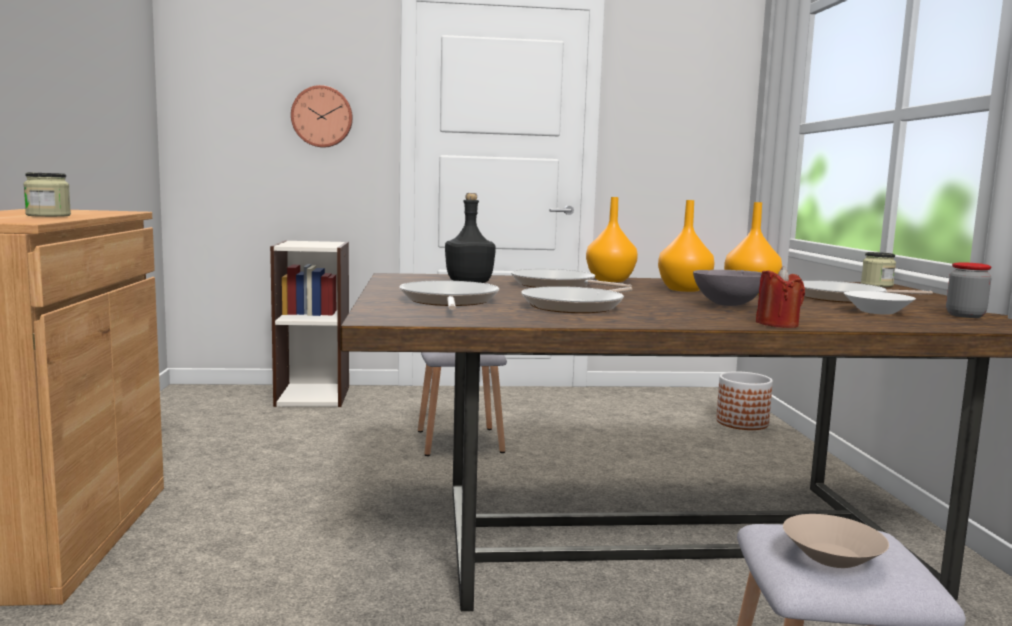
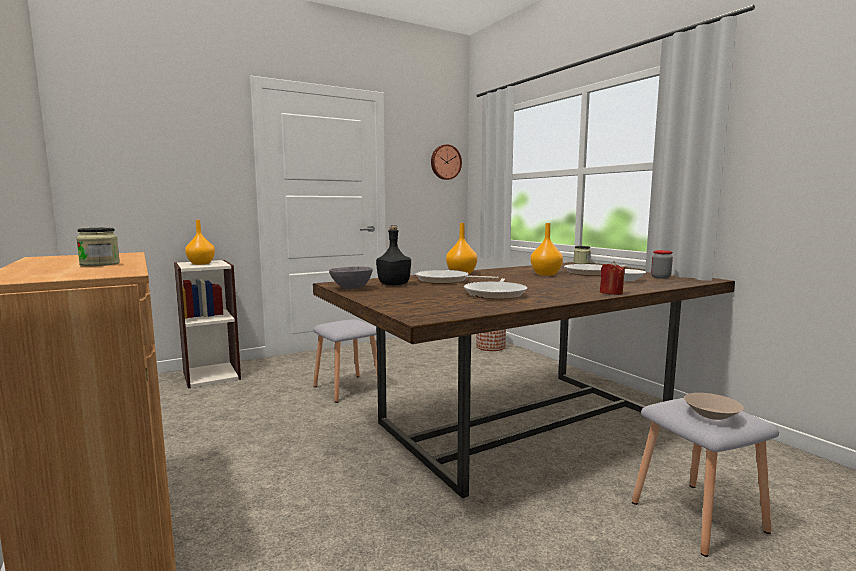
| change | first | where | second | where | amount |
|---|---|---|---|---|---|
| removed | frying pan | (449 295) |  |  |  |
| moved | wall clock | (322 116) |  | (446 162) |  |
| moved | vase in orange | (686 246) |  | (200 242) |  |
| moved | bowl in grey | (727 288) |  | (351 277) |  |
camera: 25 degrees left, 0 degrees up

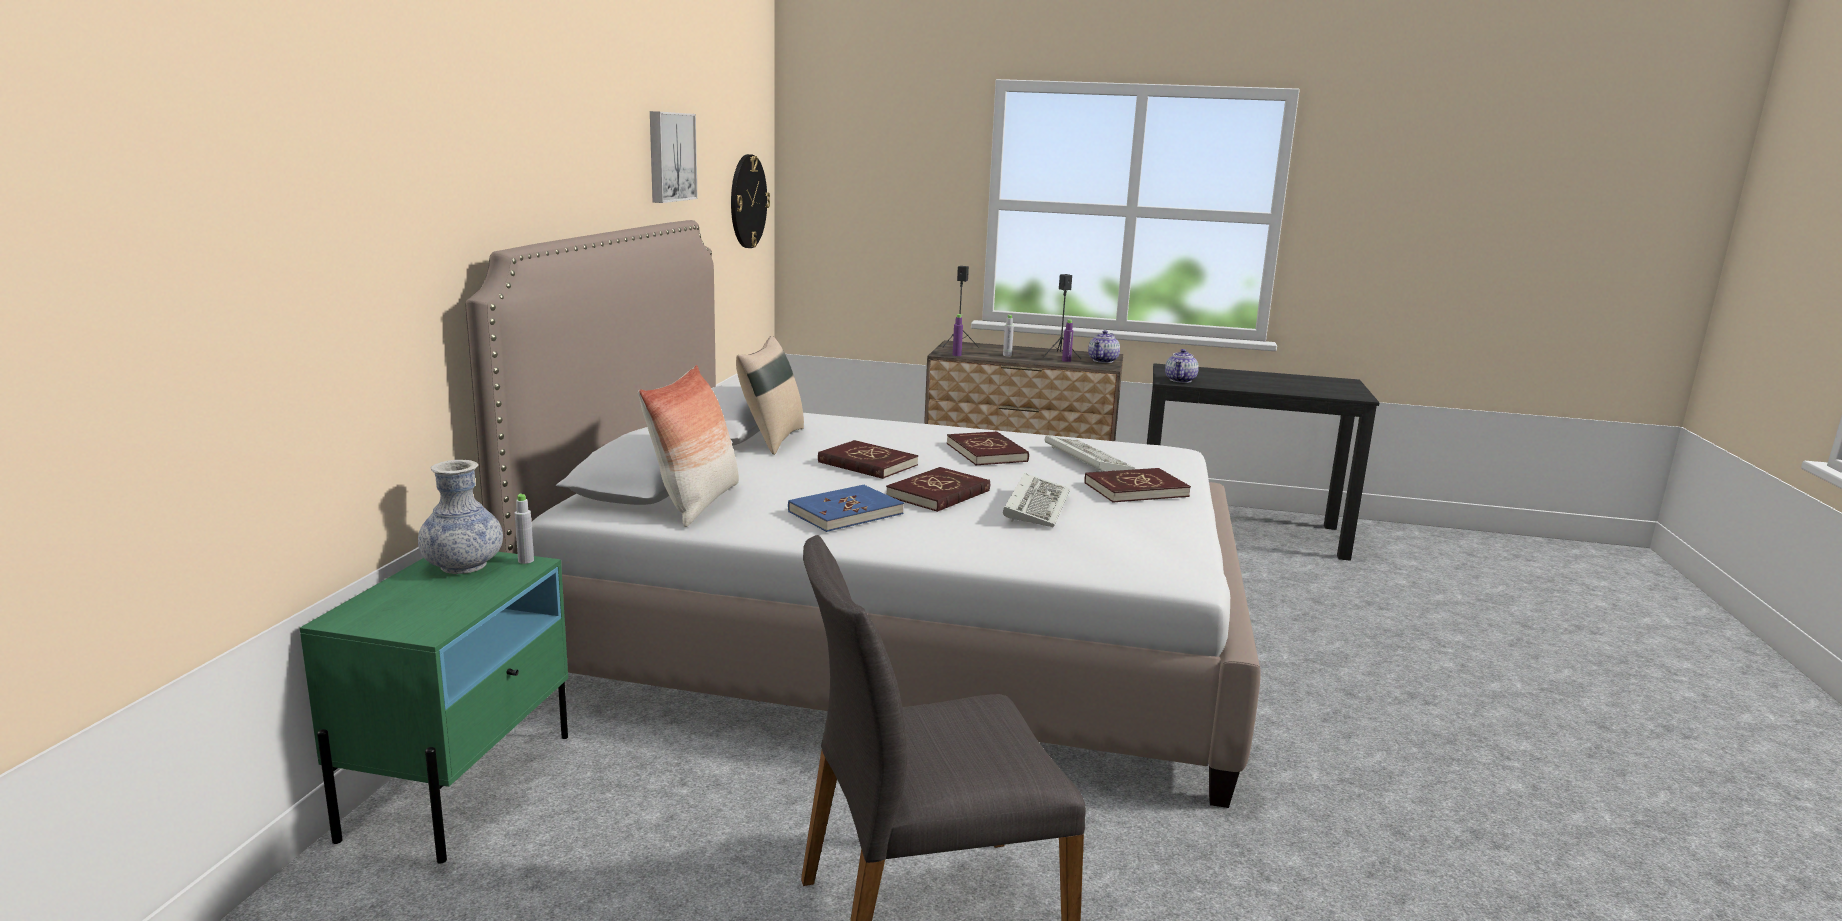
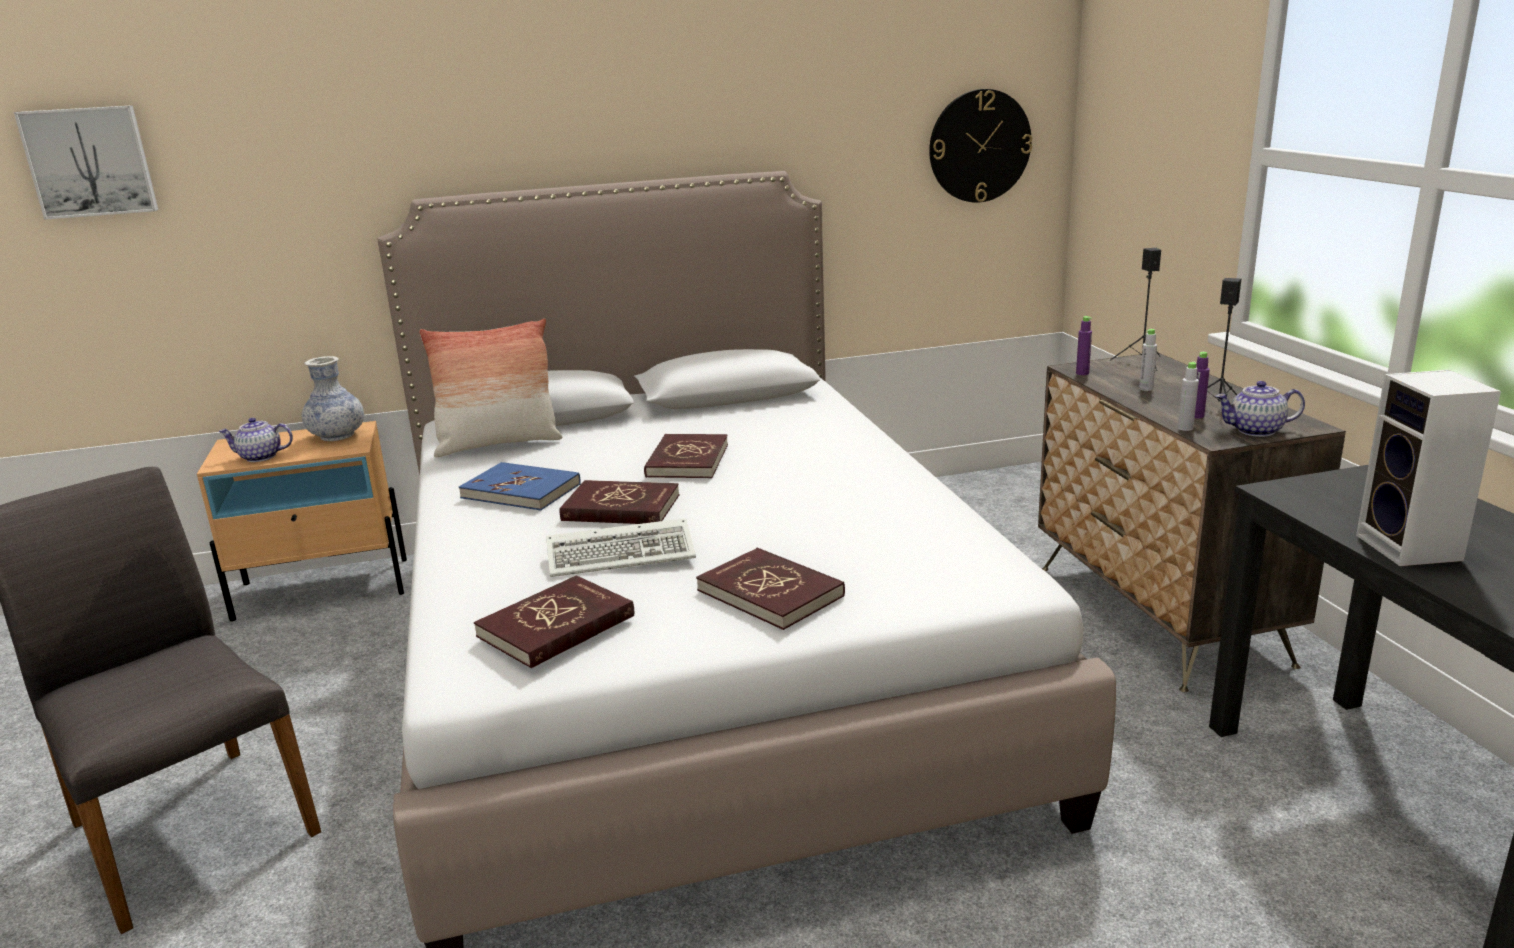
| change | first | where | second | where | amount |
|---|---|---|---|---|---|
| removed | pillow in beige | (770 395) |  |  |  |
| removed | keyboard | (1090 453) |  |  |  |
| added |  |  | speaker | (1428 468) |  |
| moved | bottle in grey | (524 528) |  | (1188 396) |  |
| moved | picture | (674 157) |  | (86 162) |  |
| moved | book in red | (988 448) |  | (554 621) |  |
| moved | teapot | (1182 366) |  | (255 440) |  |
| recoloured | nightstand in green | (434 708) | nightstand in beige | (302 521) |  |
camera: 65 degrees right, 5 degrees up

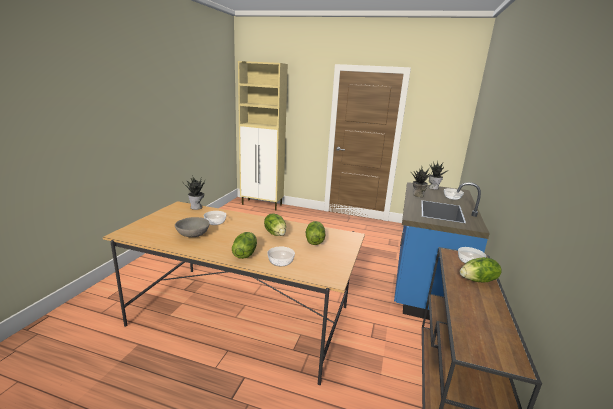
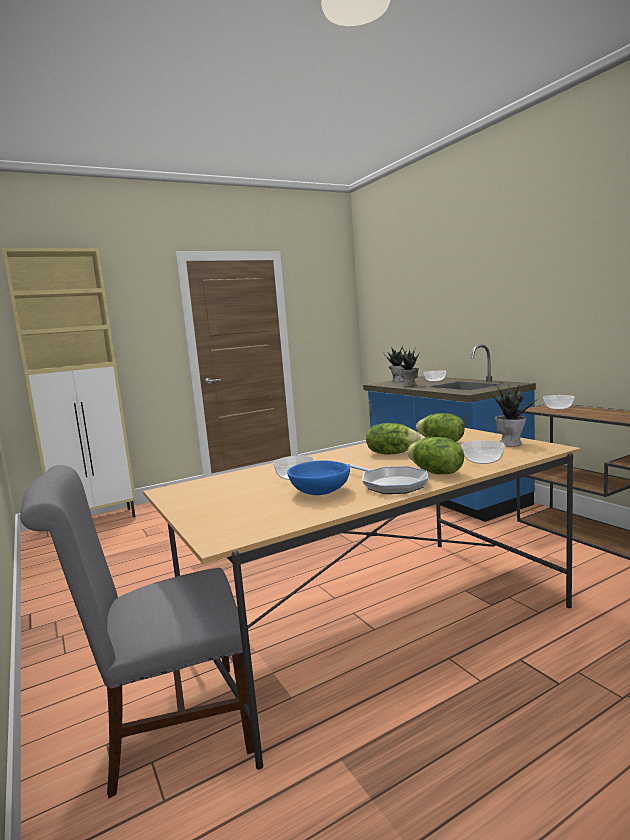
| change | first | where | second | where | amount |
|---|---|---|---|---|---|
| removed | lettuce | (481 270) |  |  |  |
| added |  |  | chair in grey | (137 631) |  |
| added |  |  | frying pan | (387 479) |  |
| moved | potted plant | (194 192) |  | (514 416) |  |
| recoloured | bowl in grey | (192 227) | bowl in blue | (318 477) |  |
camera: 45 degrees left, 10 degrees down

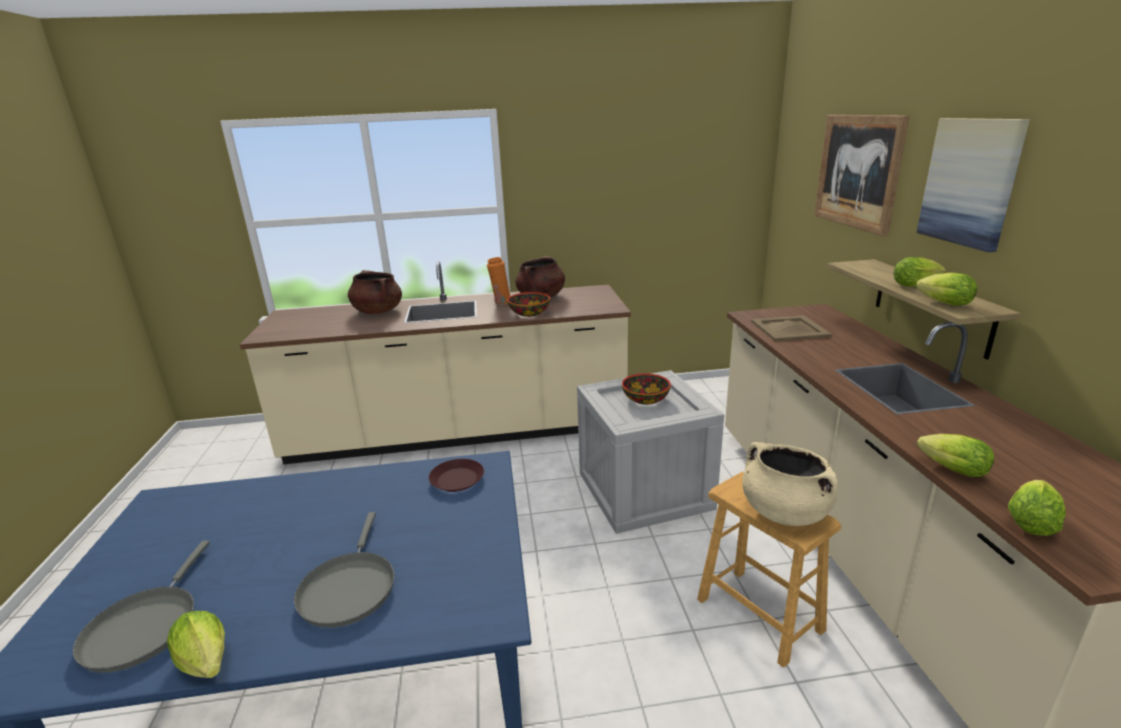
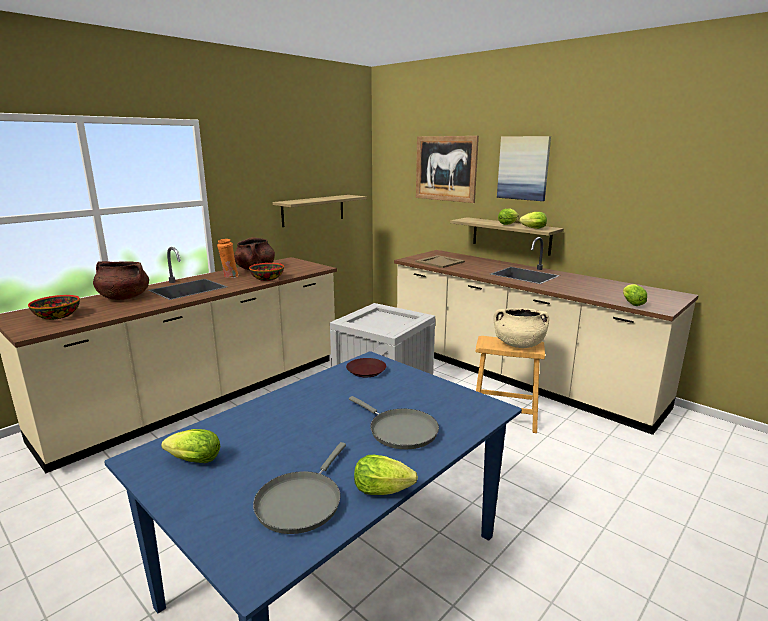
| change | first | where | second | where | amount |
|---|---|---|---|---|---|
| added |  |  | shelf | (320 211) |  |
| moved | bowl | (646 389) |  | (54 307) |  |
| moved | lettuce | (955 455) |  | (190 446) |  |
| turned | frying pan in grey | (141 607) |  | (299 488) | 60 degrees clockwise |
camera: 40 degrees left, 5 degrees down

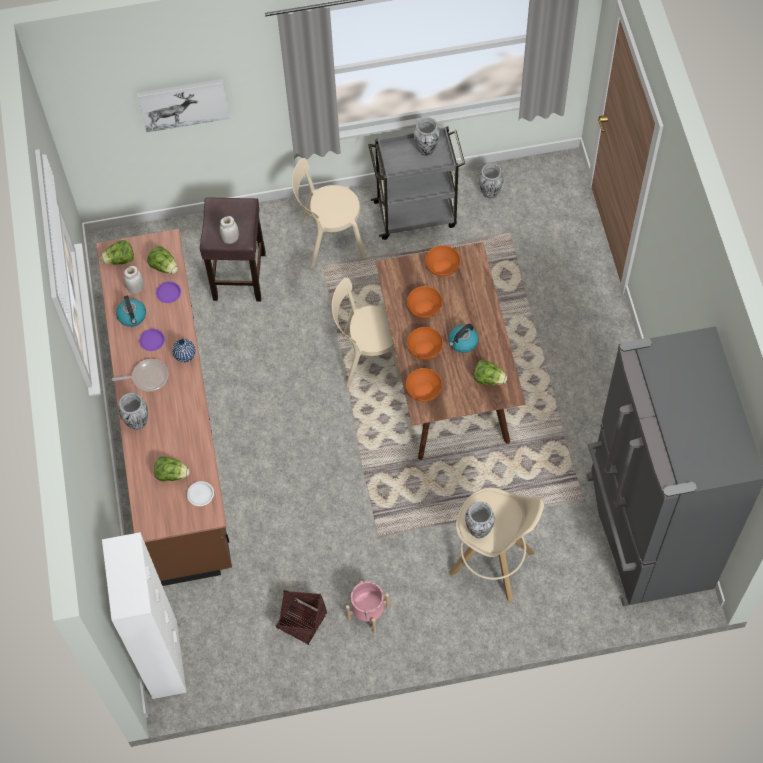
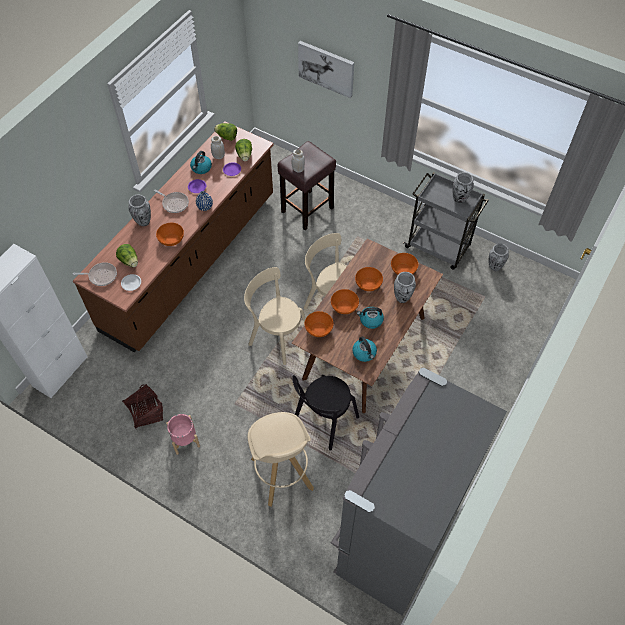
| change | first | where | second | where | amount |
|---|---|---|---|---|---|
| added |  |  | frying pan | (95 274) |  |
| added |  |  | bowl in orange | (170 234) |  |
| added |  |  | chair in black | (325 413) |  |
| moved | chair in beige | (329 212) |  | (275 316) |  |
| moved | vase | (480 520) |  | (405 287) |  |
| replaced | lettuce | (490 372) | kettle | (364 349) |  |
camera: 40 degrees right, 5 degrees down

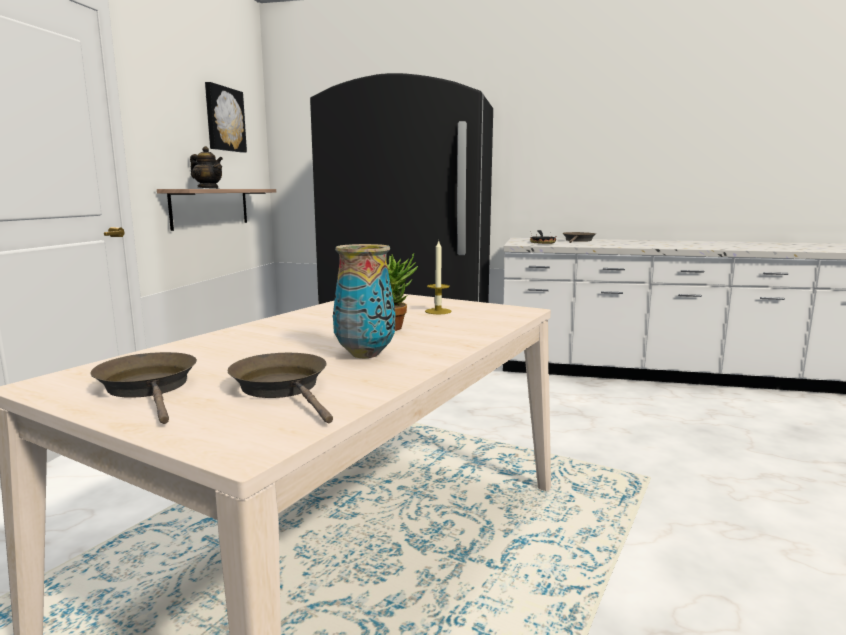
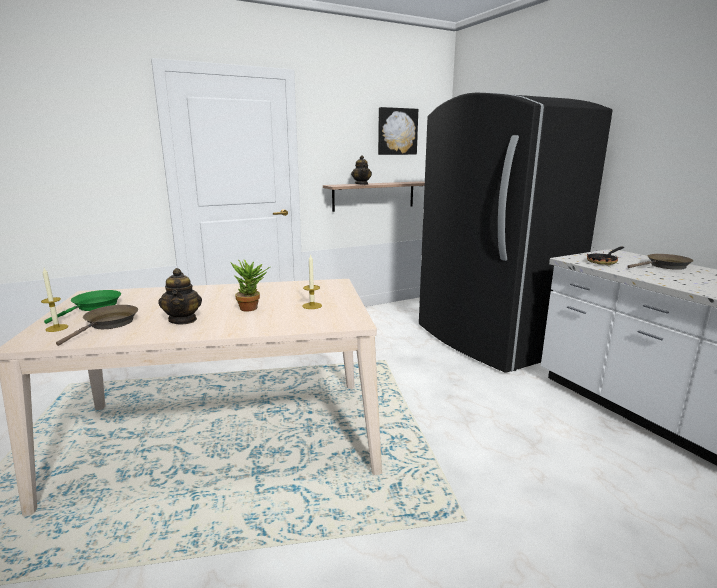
| change | first | where | second | where | amount |
|---|---|---|---|---|---|
| added |  |  | candle | (54 300) |  |
| replaced | vase | (364 301) | teapot | (180 296) |  |
| recoloured | frying pan in brown | (143 388) | frying pan in green | (82 307) |  |
camera: 50 degrees right, 5 degrees up

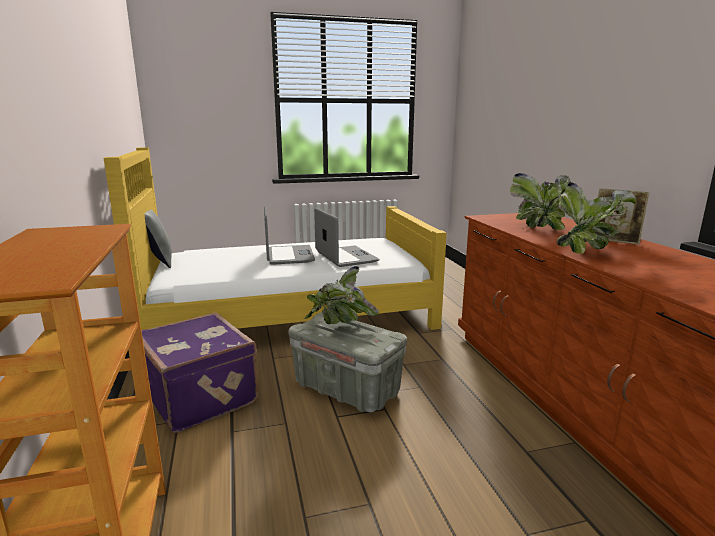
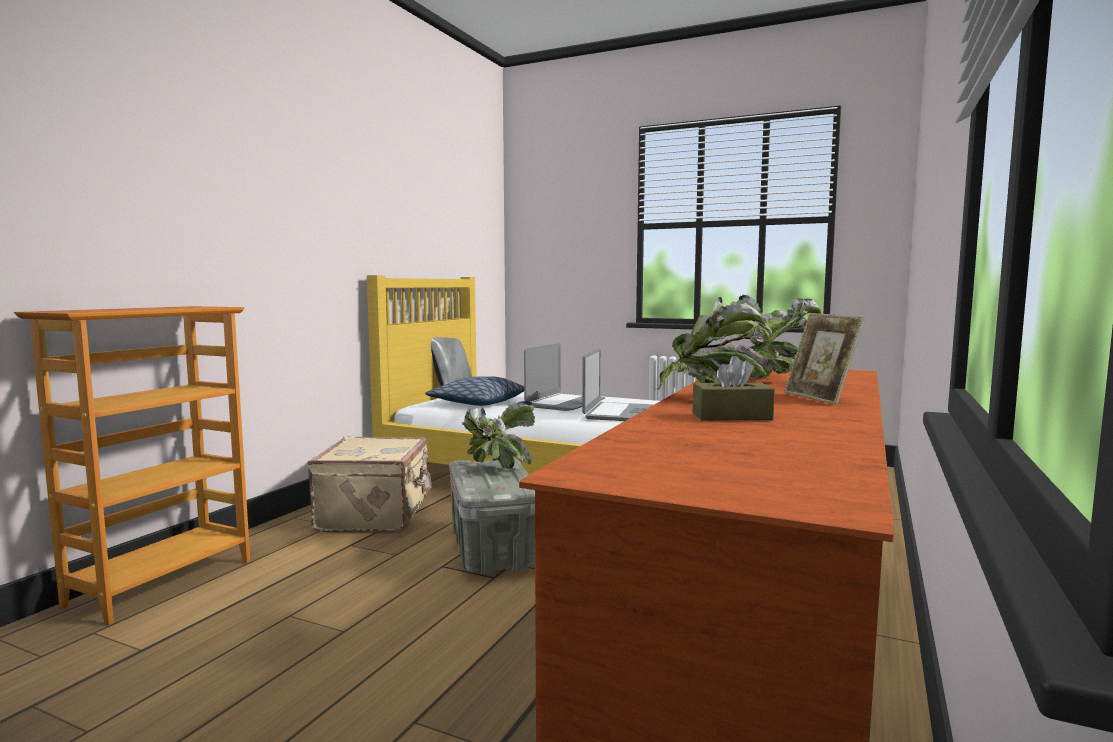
| change | first | where | second | where | amount |
|---|---|---|---|---|---|
| added |  |  | pillow | (474 391) |  |
| added |  |  | tissue box in brown | (734 388) |  |
| recoloured | suitcase in purple | (199 372) | suitcase in beige | (369 484) |  |
camera: 40 degrees right, 10 degrees down

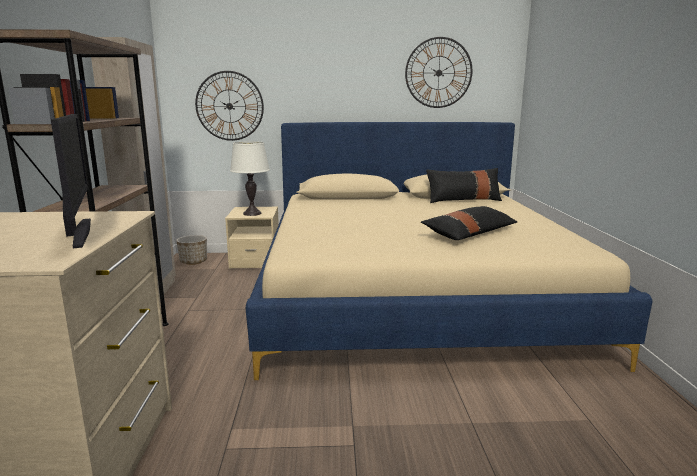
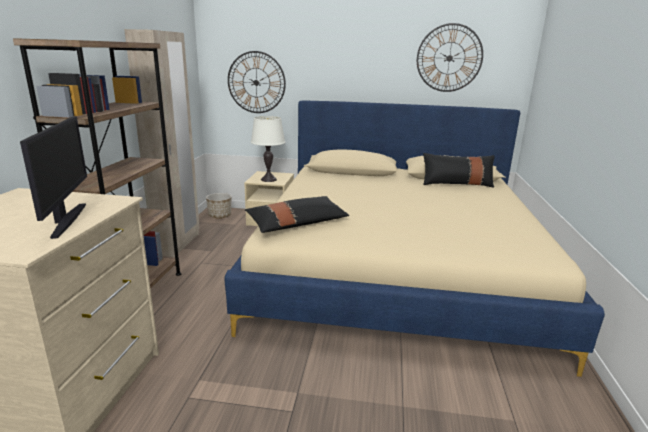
| change | first | where | second | where | amount |
|---|---|---|---|---|---|
| moved | pillow in black | (469 223) |  | (297 214) |  |
camera: 10 degrees right, 5 degrees up

